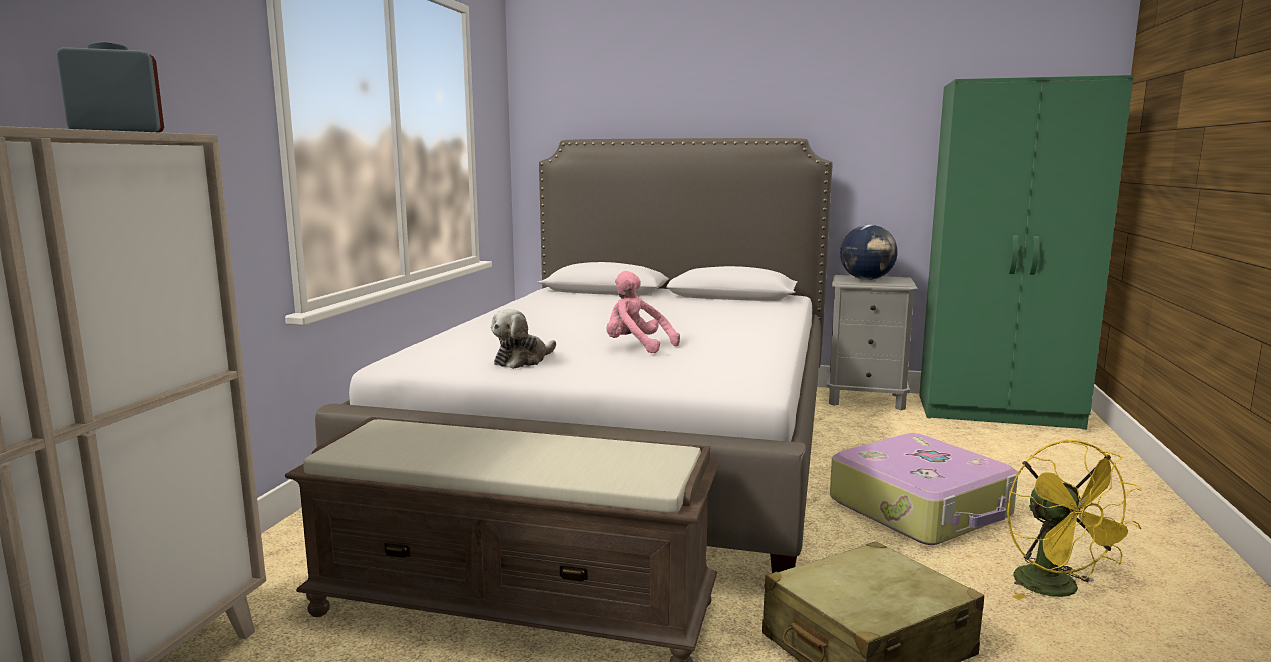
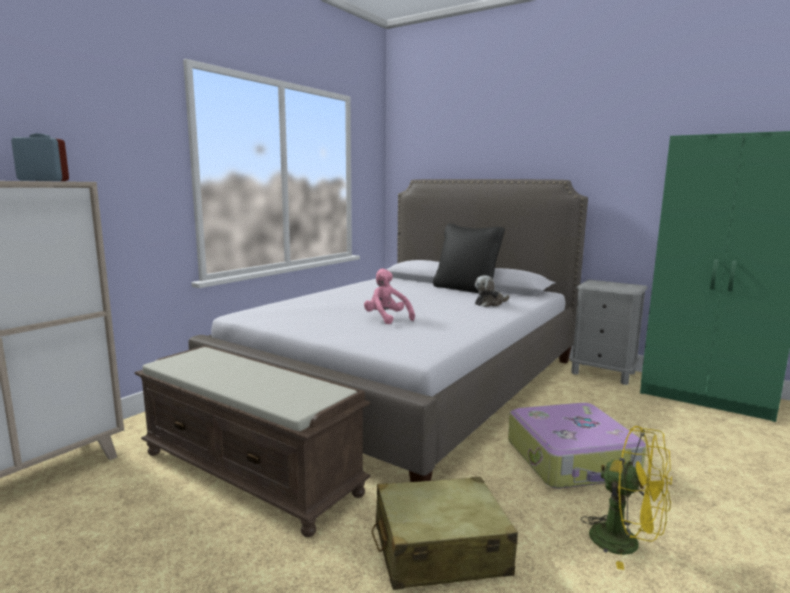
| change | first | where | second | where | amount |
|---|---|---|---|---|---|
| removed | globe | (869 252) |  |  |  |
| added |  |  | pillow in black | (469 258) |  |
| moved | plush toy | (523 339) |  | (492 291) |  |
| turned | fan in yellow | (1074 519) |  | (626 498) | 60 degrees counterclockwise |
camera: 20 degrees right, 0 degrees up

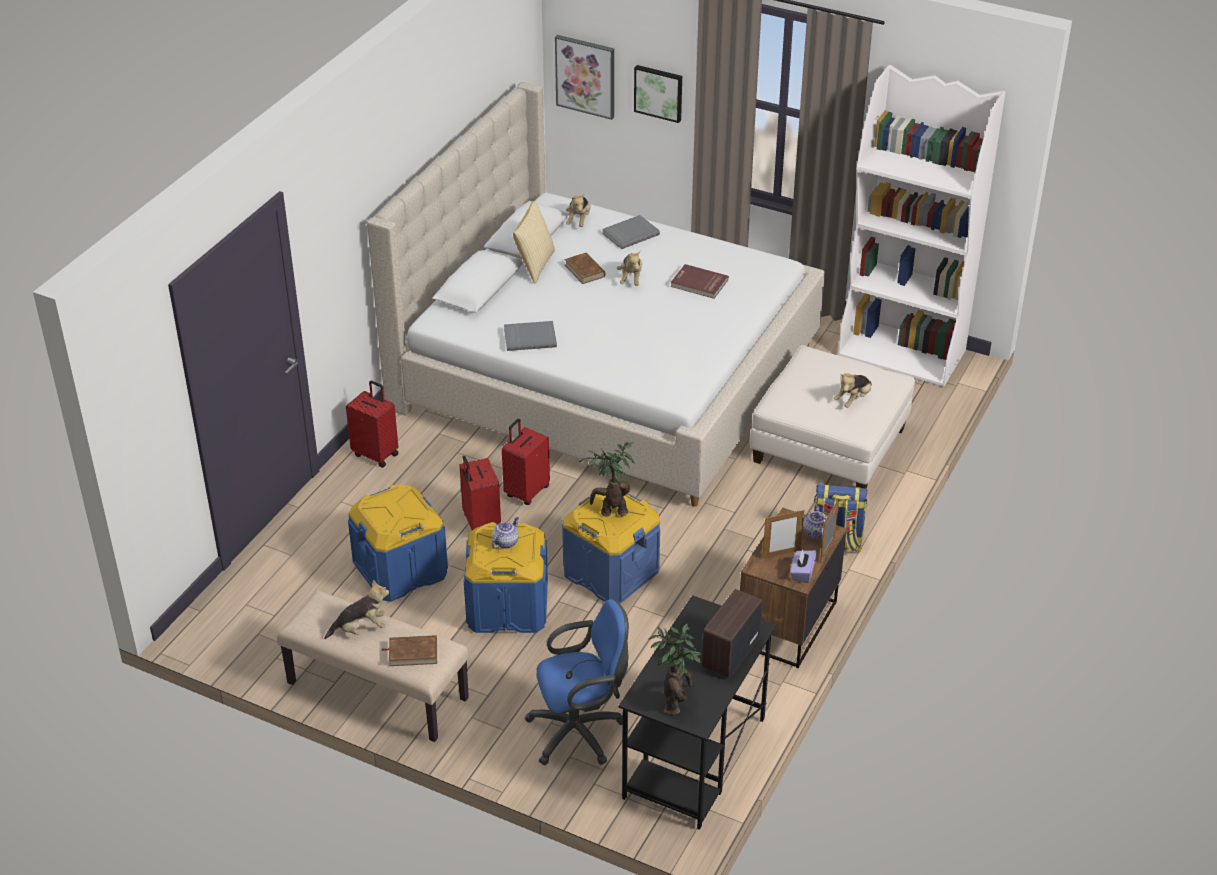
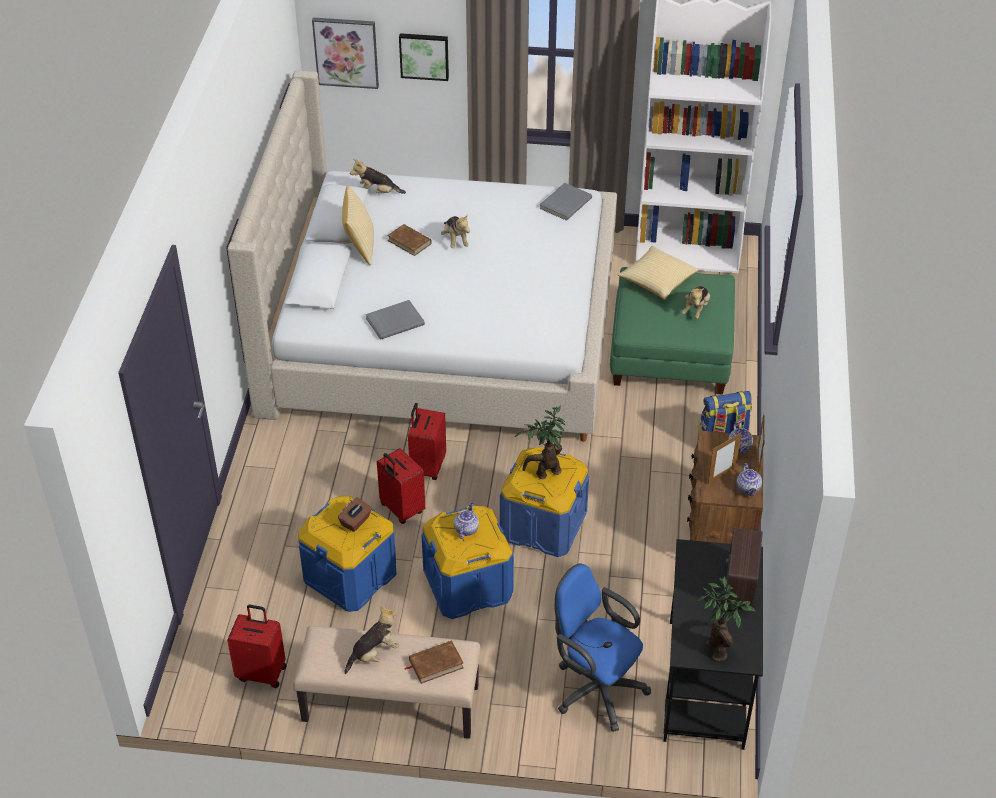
| change | first | where | second | where | amount |
|---|---|---|---|---|---|
| removed | book in red | (699 281) |  |  |  |
| added |  |  | tissue box in brown | (355 514) |  |
| added |  |  | pillow | (658 273) |  |
| moved | suitcase in red | (372 424) |  | (256 646) |  |
| moved | book in grey | (631 232) |  | (565 202) |  |
| replaced | tissue box in purple | (803 566) | teapot | (749 479) |  |
| recoloured | ottoman in white | (832 417) | ottoman in green | (672 331) |  |
| turned | office chair in blue | (576 682) |  | (603 647) | 105 degrees counterclockwise |
| turned | plush toy | (578 210) |  | (378 176) | 105 degrees clockwise |
camera: 20 degrees left, 5 degrees up

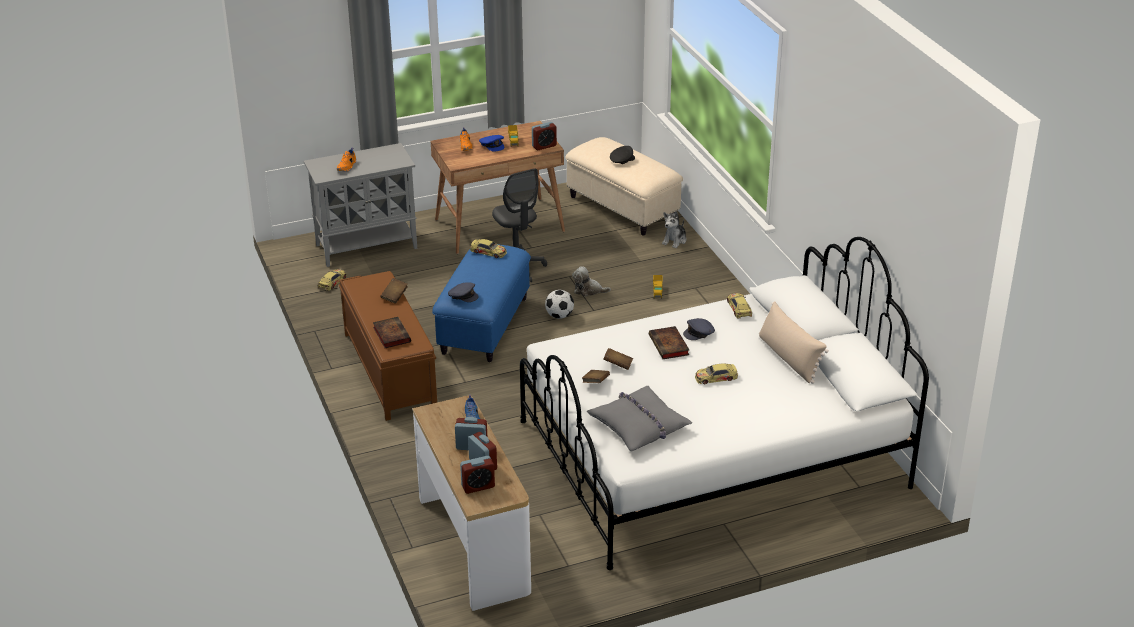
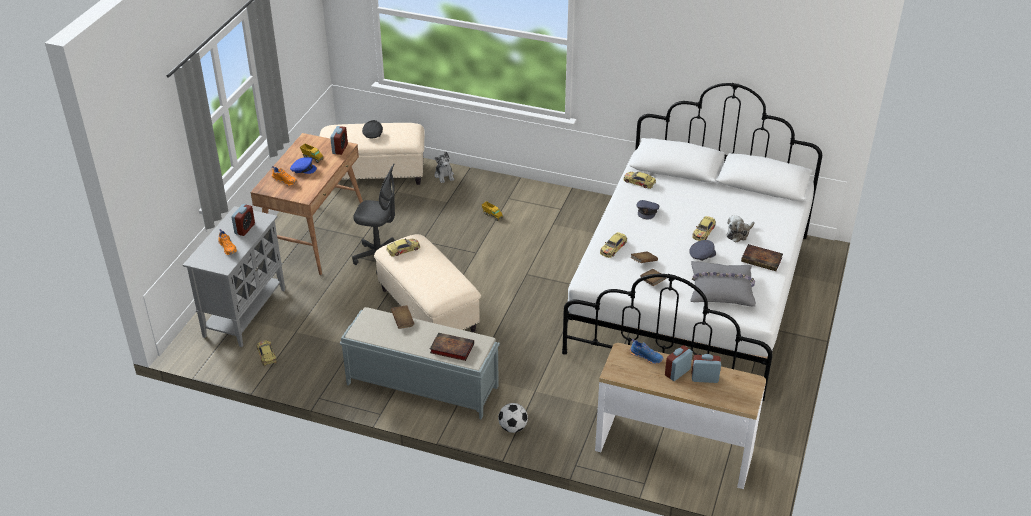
| change | first | where | second | where | amount |
|---|---|---|---|---|---|
| removed | pillow in beige | (794 342) |  |  |  |
| added |  |  | toy car | (613 245) |  |
| moved | cap in grey | (463 292) |  | (702 250) |  |
| moved | alarm clock | (477 475) |  | (243 220) |  |
| moved | football | (559 304) |  | (513 418) |  |
| moved | plush toy | (591 281) |  | (741 229) |  |
| moved | book | (669 342) |  | (762 257) |  |
| recoloured | bench in brown | (387 346) | bench in grey | (420 363) |  |
| recoloured | ottoman in blue | (481 303) | ottoman in beige | (427 283) |  |
camera: 50 degrees left, 5 degrees up

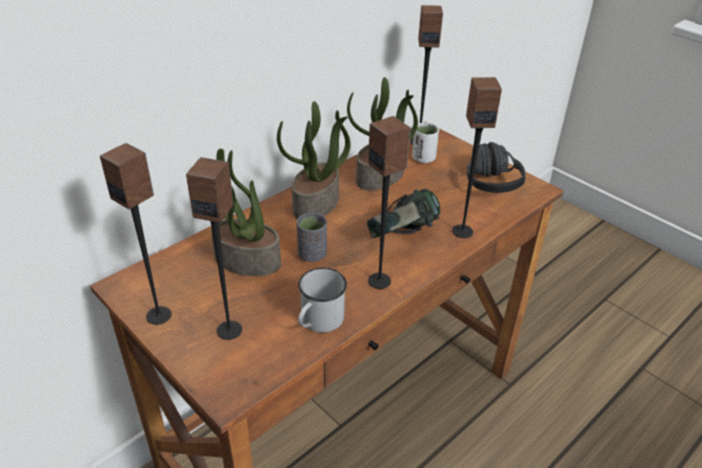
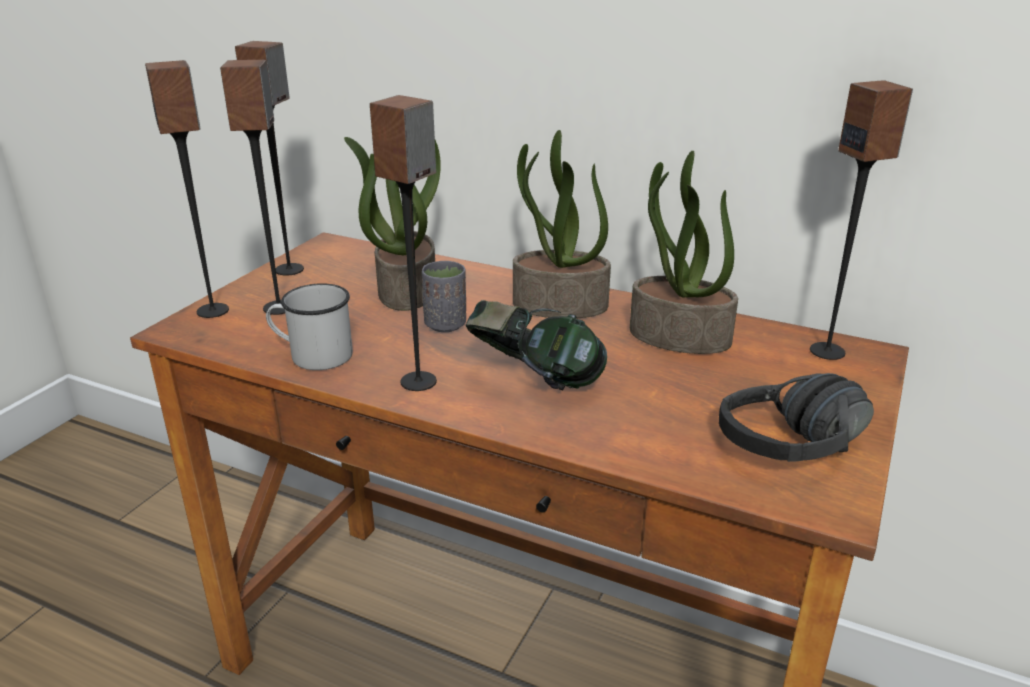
| change | first | where | second | where | amount |
|---|---|---|---|---|---|
| removed | cup in white | (425 142) |  |  |  |
| moved | speaker | (477 157) |  | (187 189) |  |
camera: 70 degrees right, 10 degrees down

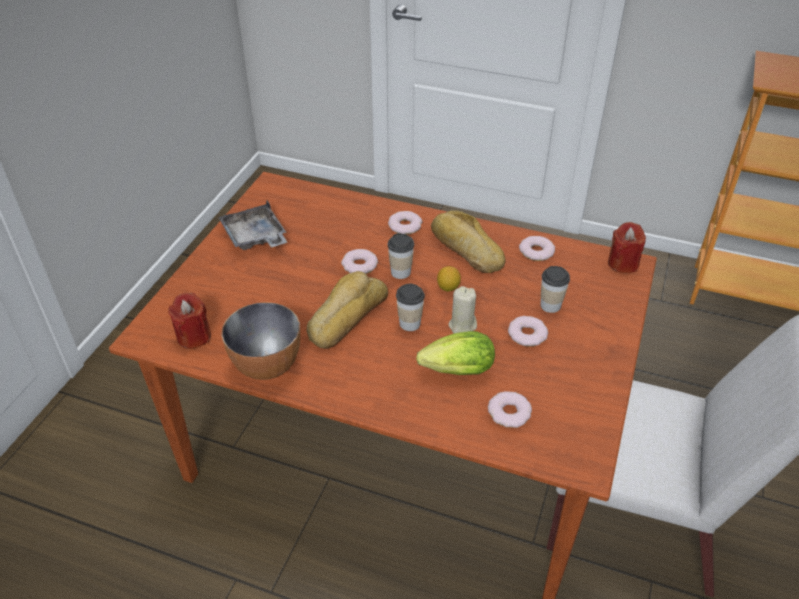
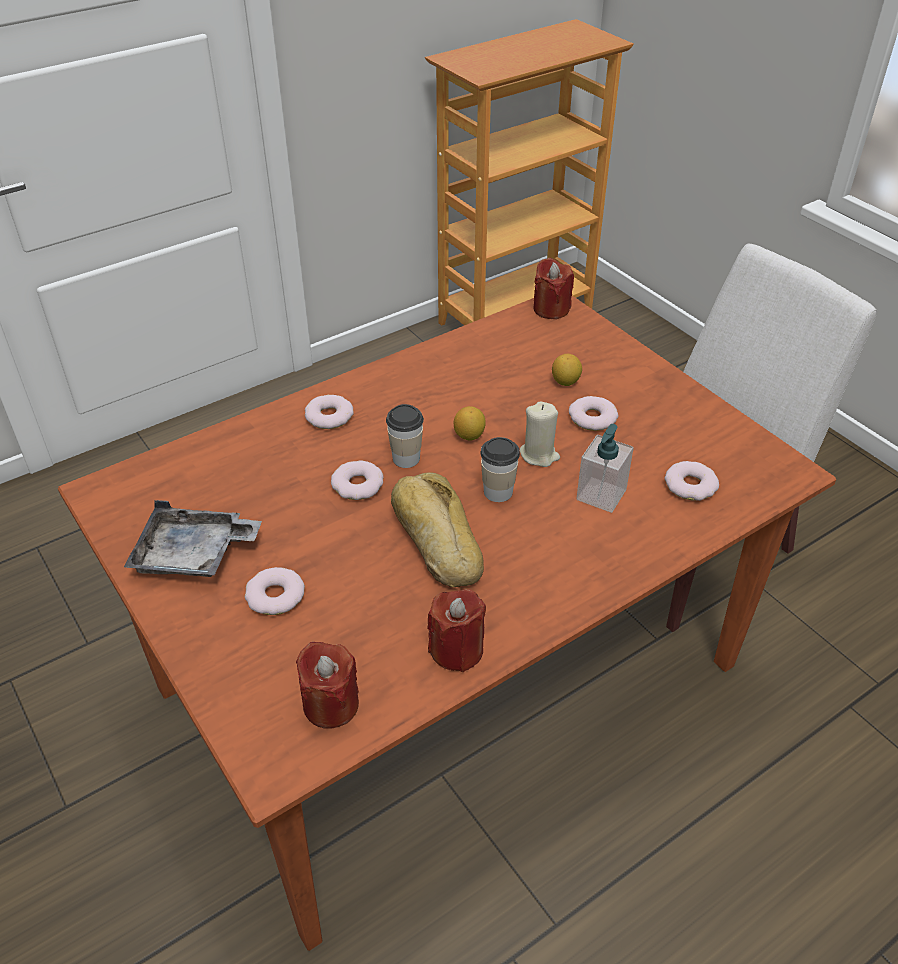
| change | first | where | second | where | amount |
|---|---|---|---|---|---|
| removed | bread | (468 241) |  |  |  |
| moved | donut | (537 248) |  | (275 591) |  |
| replaced | bowl | (260 341) | candle in red | (456 630) |  |
| replaced | lettuce | (455 353) | soap dispenser | (605 468) |  |
| replaced | cup | (555 289) | lemon | (567 370) |  |
camera: 55 degrees left, 0 degrees up

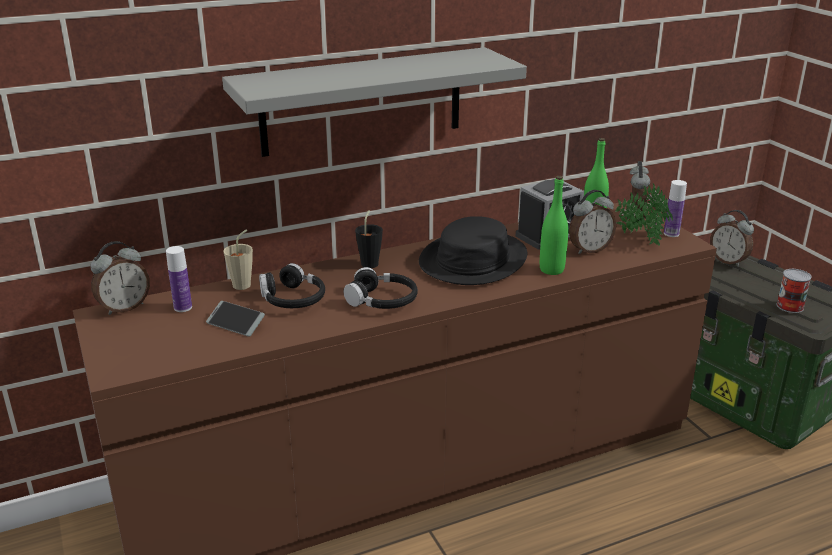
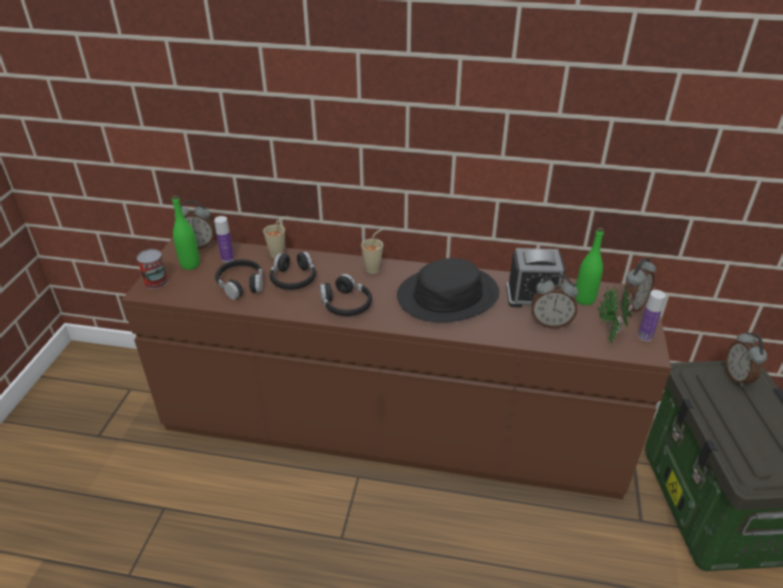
| change | first | where | second | where | amount |
|---|---|---|---|---|---|
| removed | shelf in grey | (374 102) |  |  |  |
| moved | bottle in green | (554 225) |  | (186 232) |  |
| moved | can | (793 291) |  | (152 269) |  |
| replaced | phone | (235 318) | headphones in black | (239 280) |  |
| recoloured | cup in black | (369 239) | cup in beige | (372 251) |  |
camera: 35 degrees right, 10 degrees up

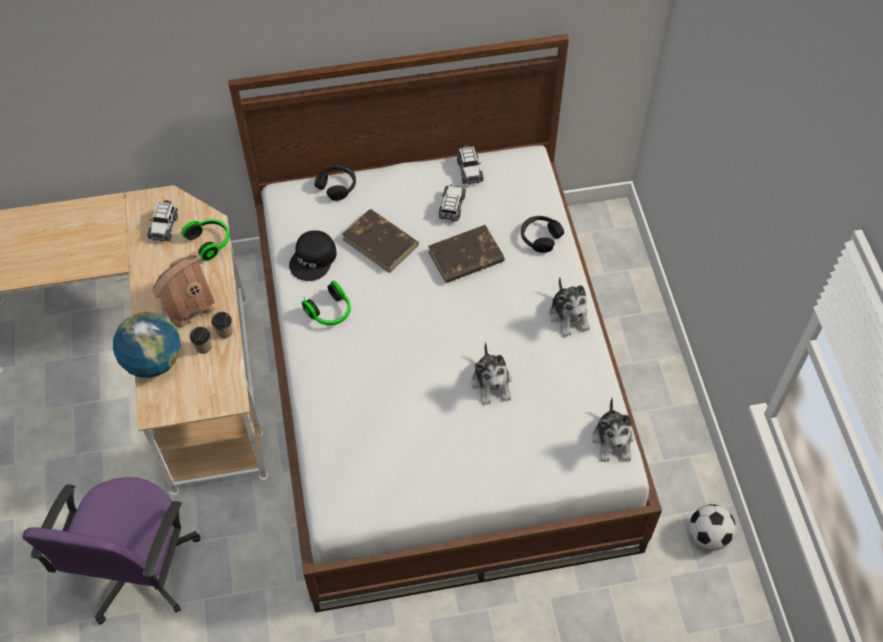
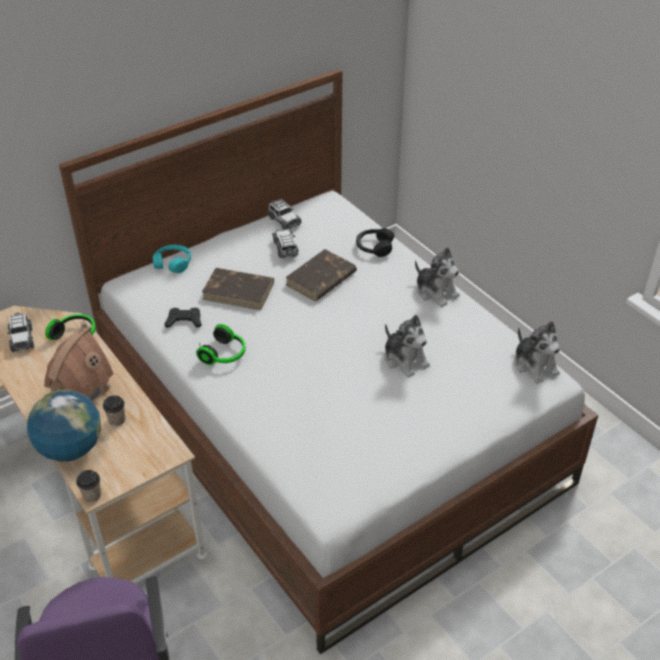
| change | first | where | second | where | amount |
|---|---|---|---|---|---|
| removed | football | (712 527) |  |  |  |
| moved | cup | (222 325) |  | (88 486) |  |
| replaced | cap in black | (313 255) | game controller in black | (183 317) |  |
| recoloured | headphones in black | (335 183) | headphones in turquoise | (172 259) |  |
camera: 25 degrees left, 15 degrees down

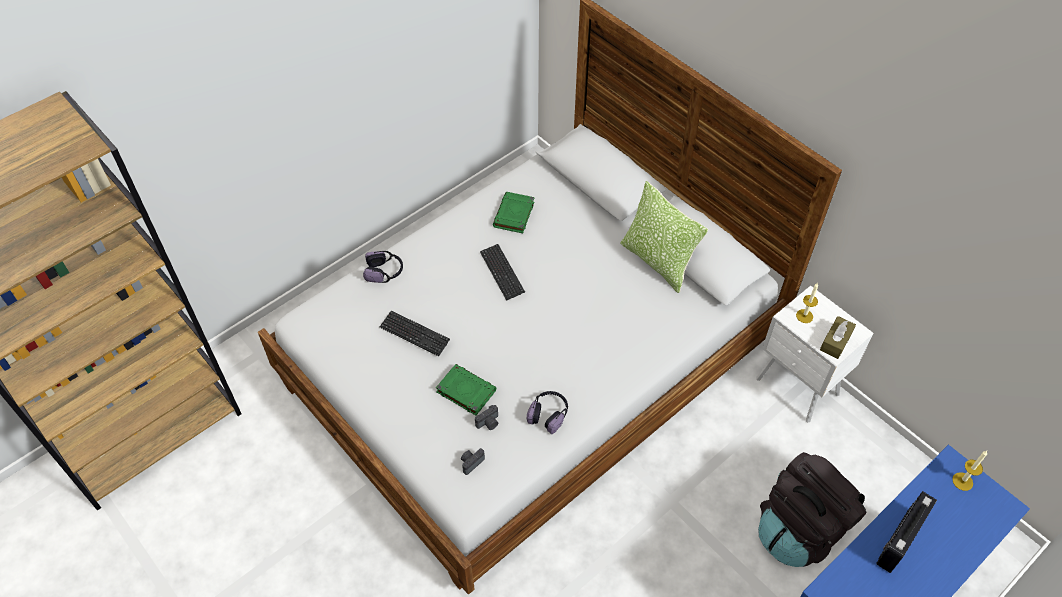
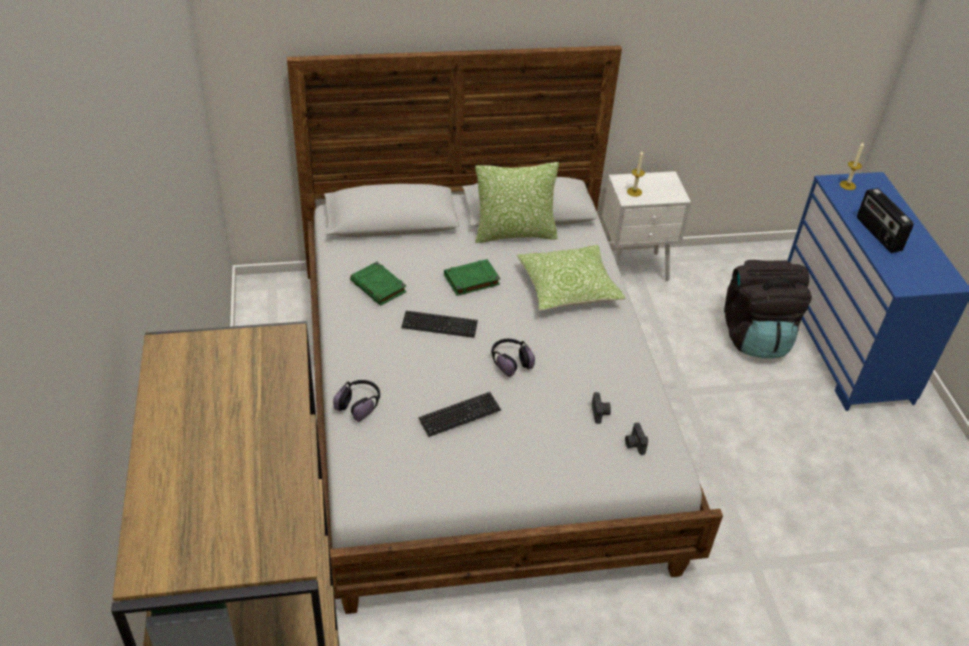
| change | first | where | second | where | amount |
|---|---|---|---|---|---|
| removed | tissue box in brown | (838 337) |  |  |  |
| added |  |  | pillow | (571 278) |  |
| moved | book in green | (466 389) |  | (472 277) |  |
| moved | headphones | (547 412) |  | (513 358) |  |
camera: 60 degrees left, 10 degrees down

